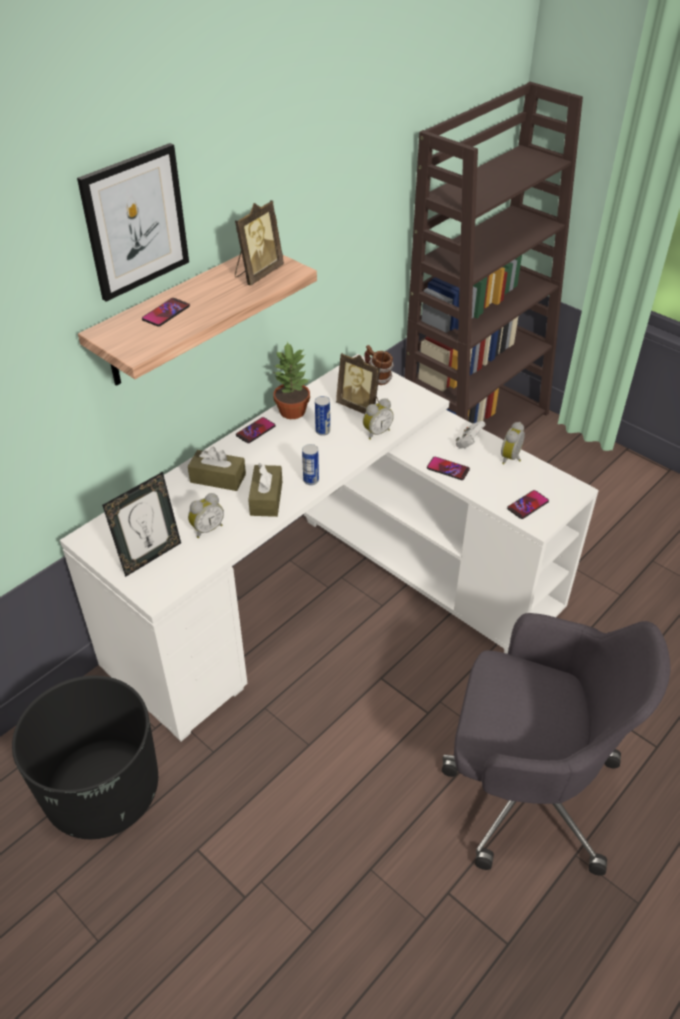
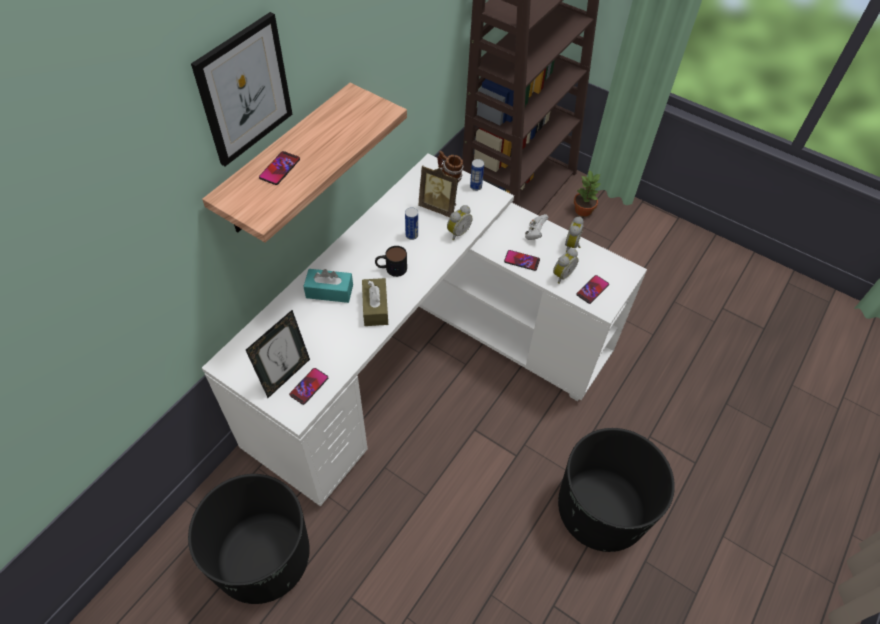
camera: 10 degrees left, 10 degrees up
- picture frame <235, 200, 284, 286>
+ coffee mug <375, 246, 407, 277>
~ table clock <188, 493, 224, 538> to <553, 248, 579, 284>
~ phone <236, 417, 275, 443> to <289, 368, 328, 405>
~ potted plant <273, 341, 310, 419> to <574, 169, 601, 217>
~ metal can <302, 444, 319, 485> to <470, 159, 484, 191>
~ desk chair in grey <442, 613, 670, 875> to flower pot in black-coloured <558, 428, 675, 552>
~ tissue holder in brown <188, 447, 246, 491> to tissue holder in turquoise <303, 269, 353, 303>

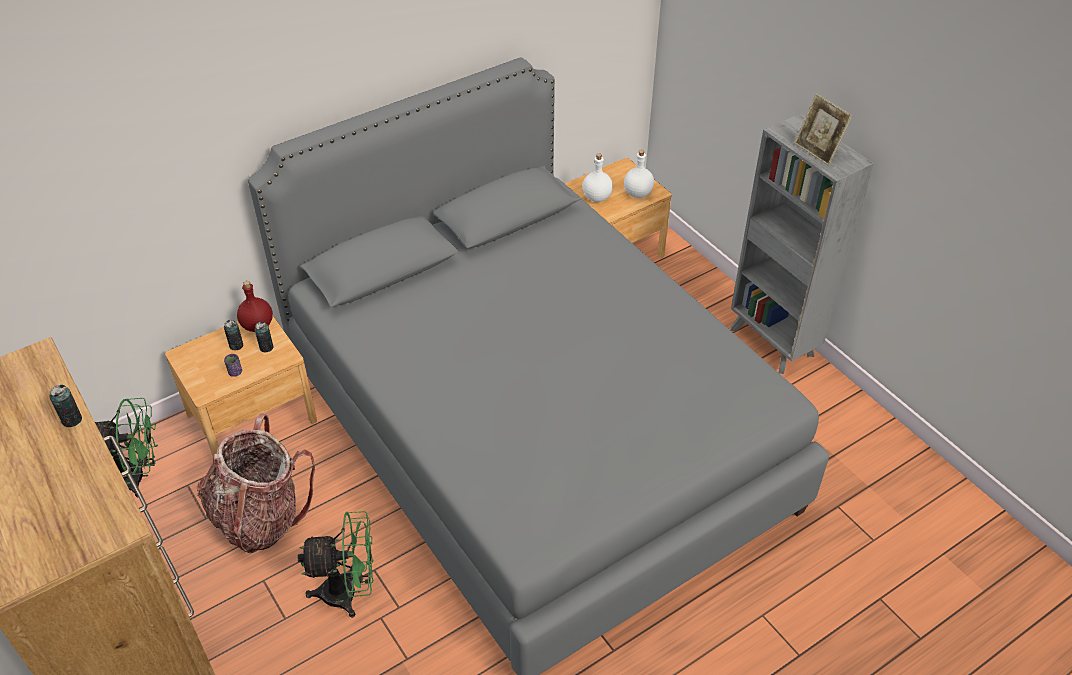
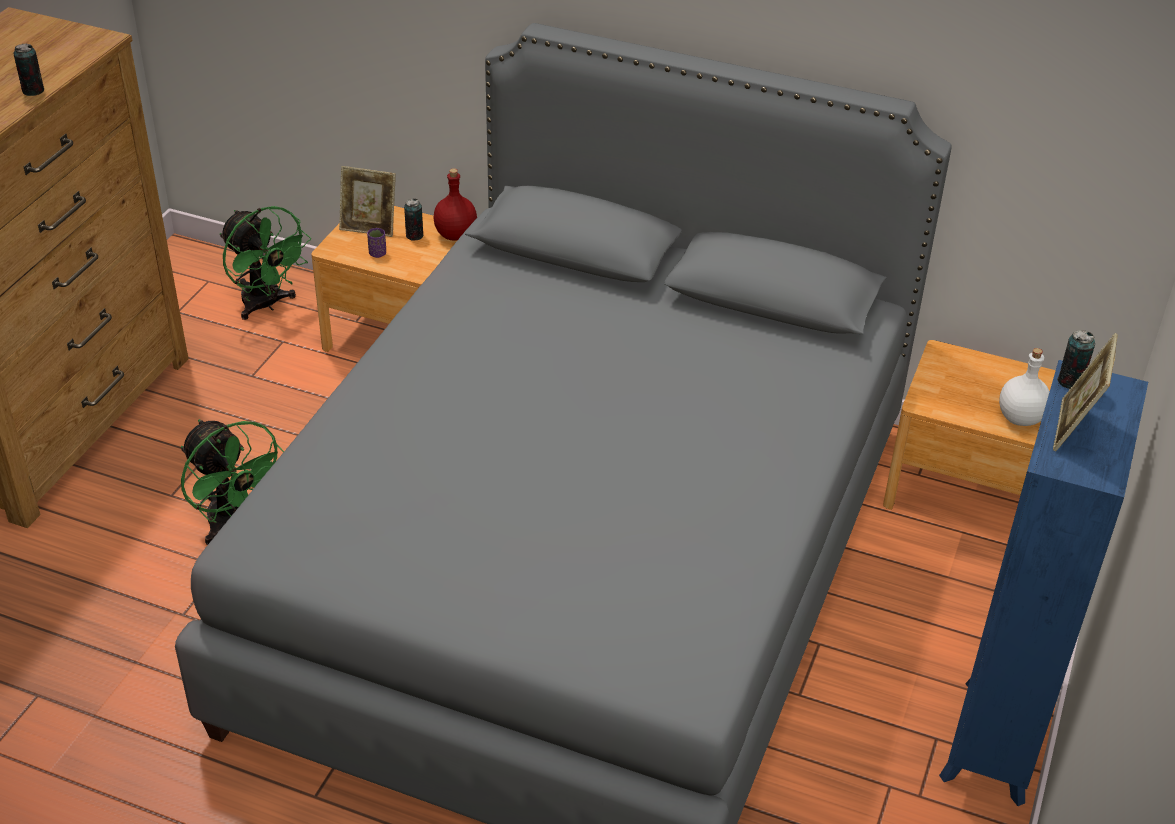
camera: 55 degrees right, 5 degrees down
- backpack <196, 413, 315, 553>
- drink bottle in white-coloured <582, 154, 613, 202>
+ picture frame <339, 166, 396, 237>
~ metal can <255, 322, 273, 353> to <1057, 330, 1095, 389>
~ shelving unit in grey <730, 114, 874, 374> to shelving unit in blue-coloured <939, 360, 1148, 806>

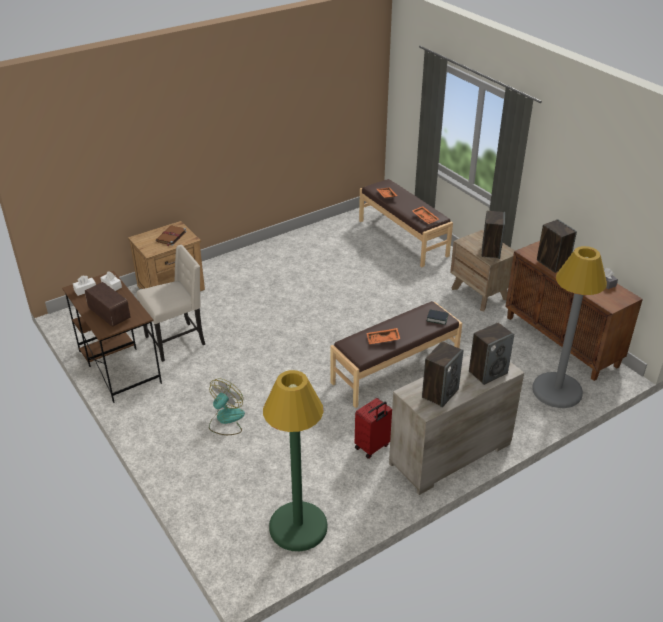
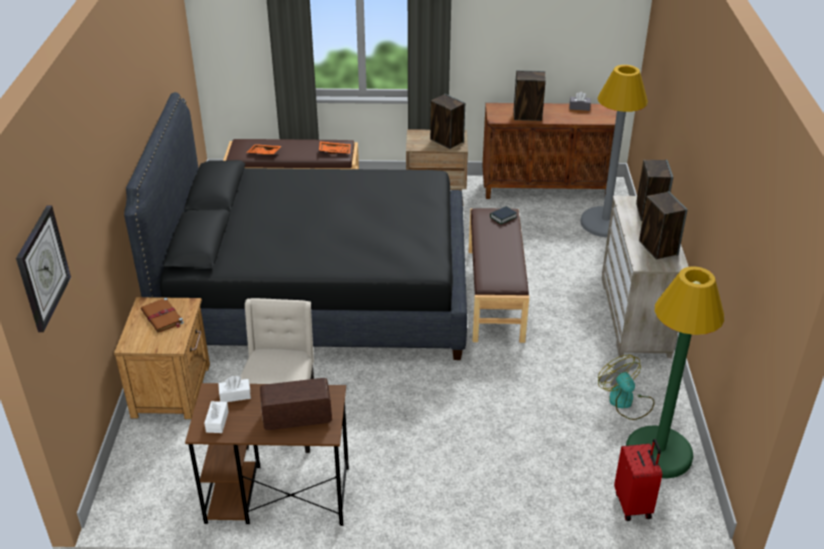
camera: 55 degrees left, 0 degrees up
- tray in orange <367, 328, 400, 344>
+ clock on the wall <16, 206, 71, 332>
+ sleeping bed in black-coloured <124, 92, 467, 360>
~ fan <209, 378, 245, 435> to <598, 355, 654, 420>
~ piece of luggage in red <355, 398, 392, 459> to <614, 439, 662, 521>

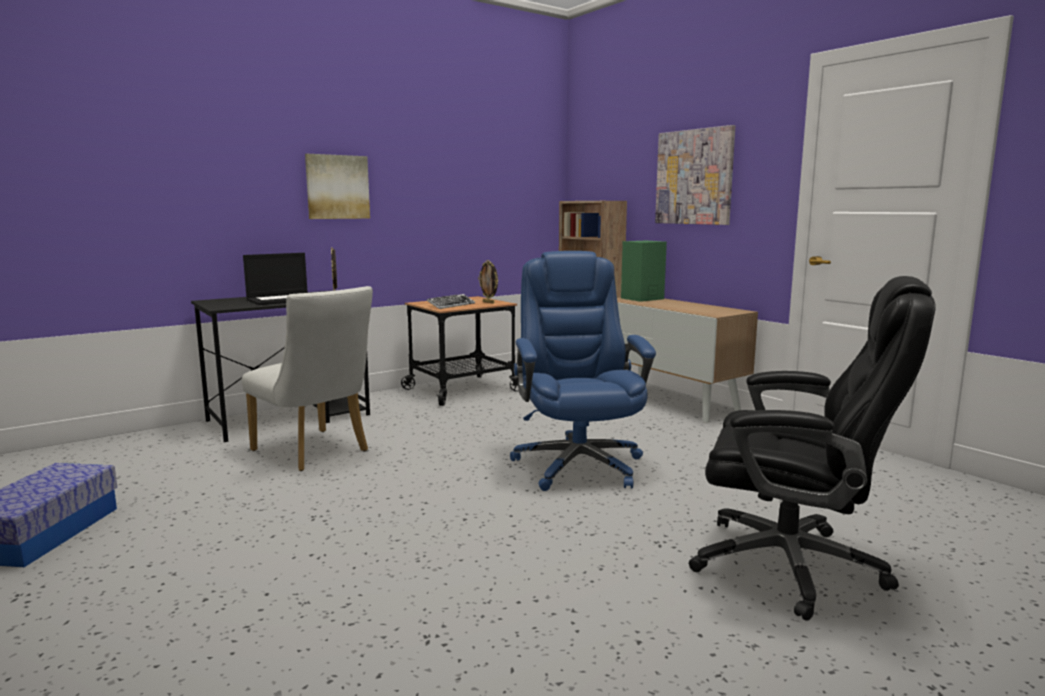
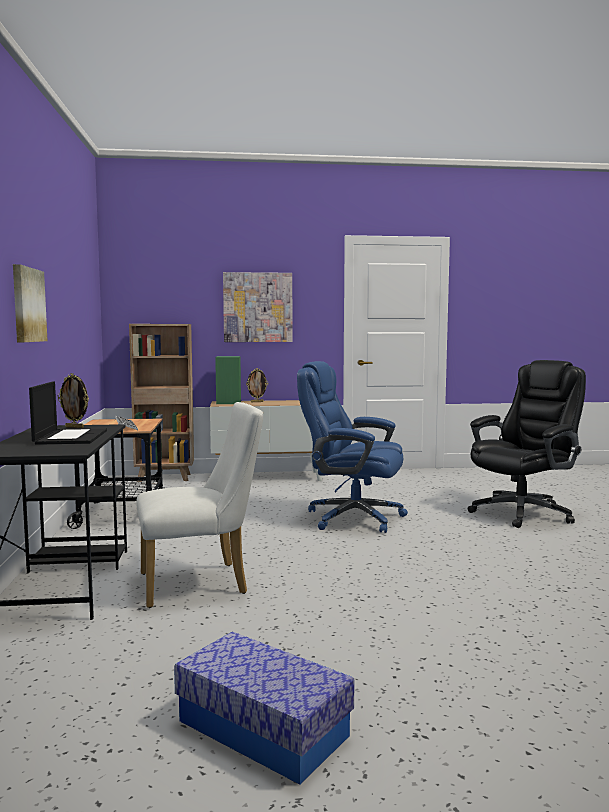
camera: 60 degrees left, 5 degrees down
~ picture frame <478, 260, 498, 304> to <246, 368, 268, 402>

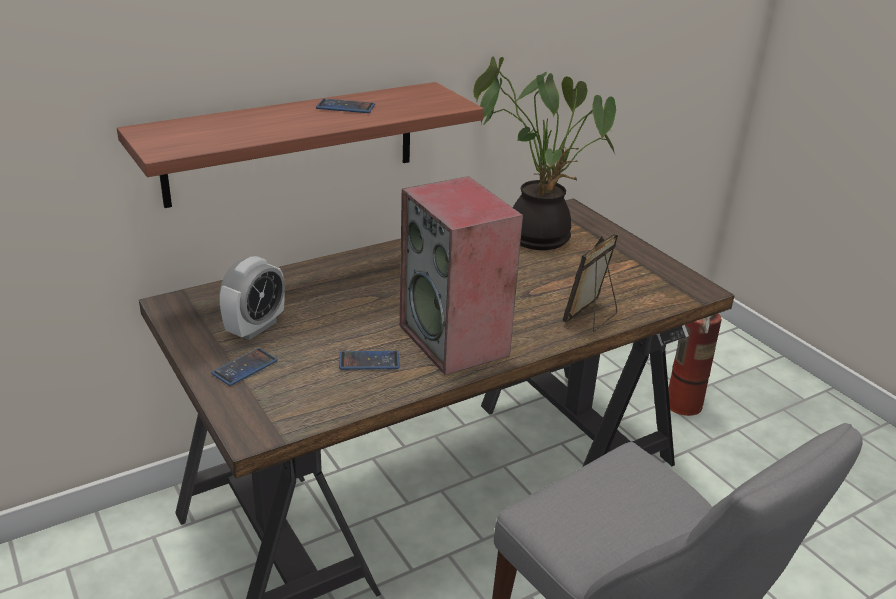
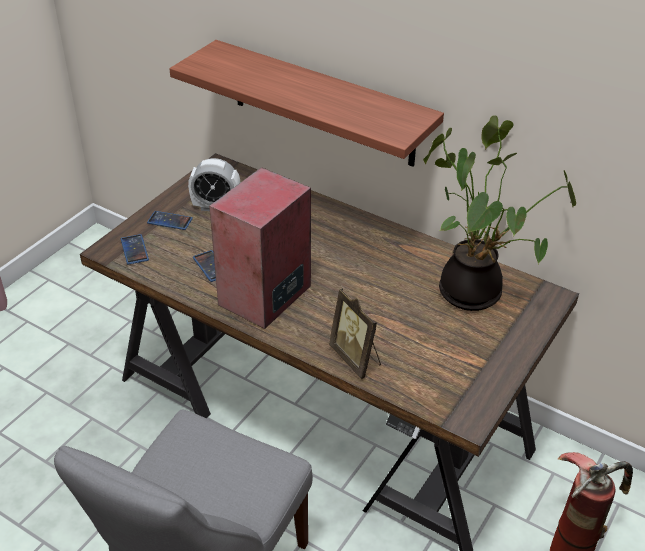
camera: 65 degrees right, 10 degrees up
~ phone <316, 98, 375, 113> to <121, 234, 149, 265>
~ picture frame <562, 233, 618, 332> = <329, 288, 381, 379> 135 degrees counterclockwise

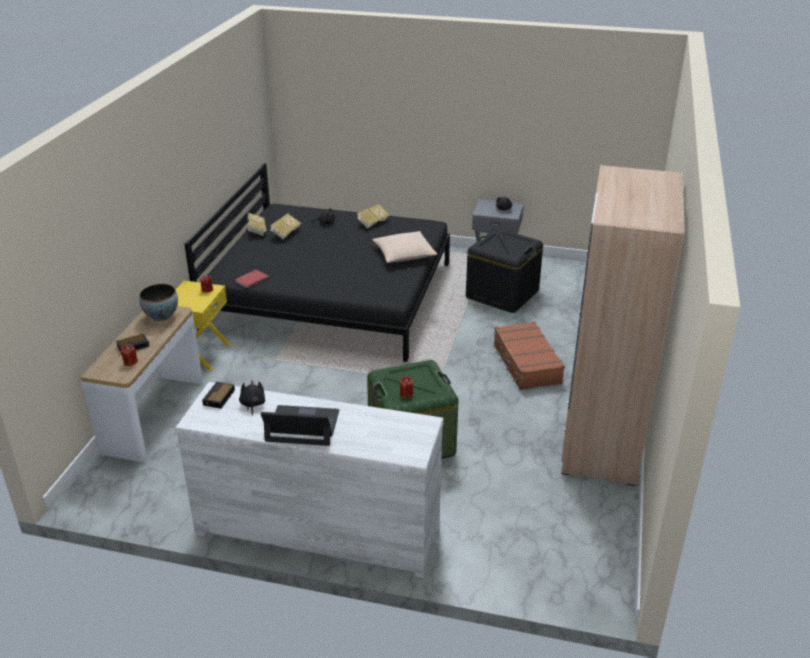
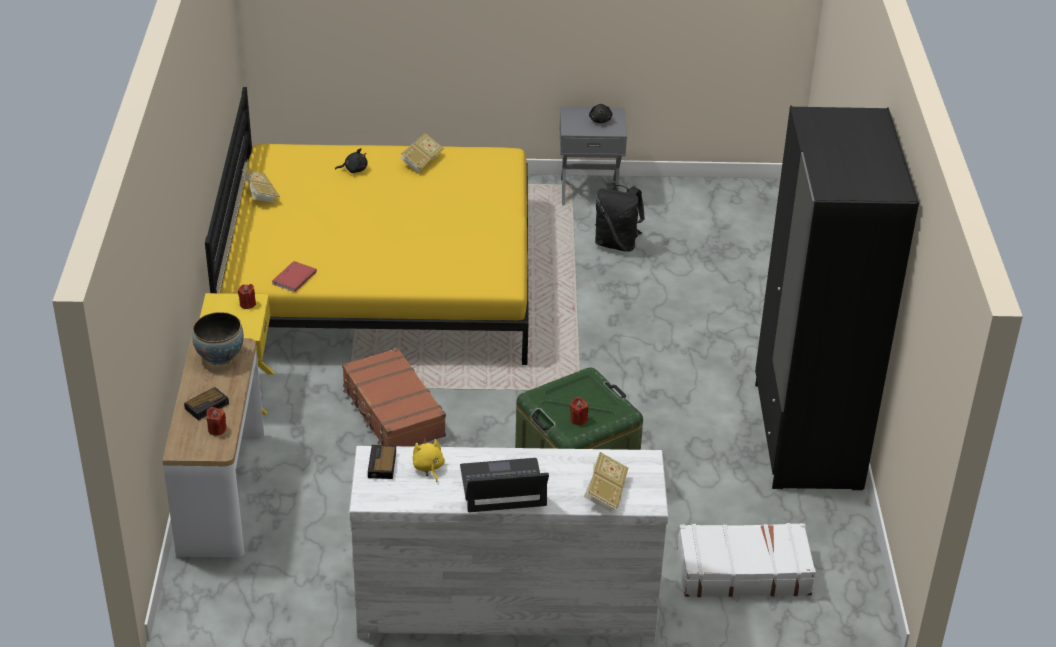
camera: 15 degrees left, 5 degrees up
- cushion in beige <372, 231, 437, 263>
+ piece of luggage in white-coloured <677, 523, 816, 597>
~ bound book <270, 214, 302, 239> to <584, 452, 628, 512>
~ piece of luggage in brown <493, 322, 565, 390> to <342, 348, 446, 447>
~ storage bin in black-coloured <466, 228, 543, 313> to backpack in black-coloured <595, 183, 645, 252>
~ sleeping bed in black-coloured <184, 163, 450, 362> to sleeping bed in yellowish <205, 87, 529, 365>
~ soft toy in black-coloured <239, 380, 265, 416> to soft toy in yellowish <413, 438, 445, 482>
~ armoire in beige <561, 164, 685, 486> to armoire in black-coloured <755, 106, 919, 490>

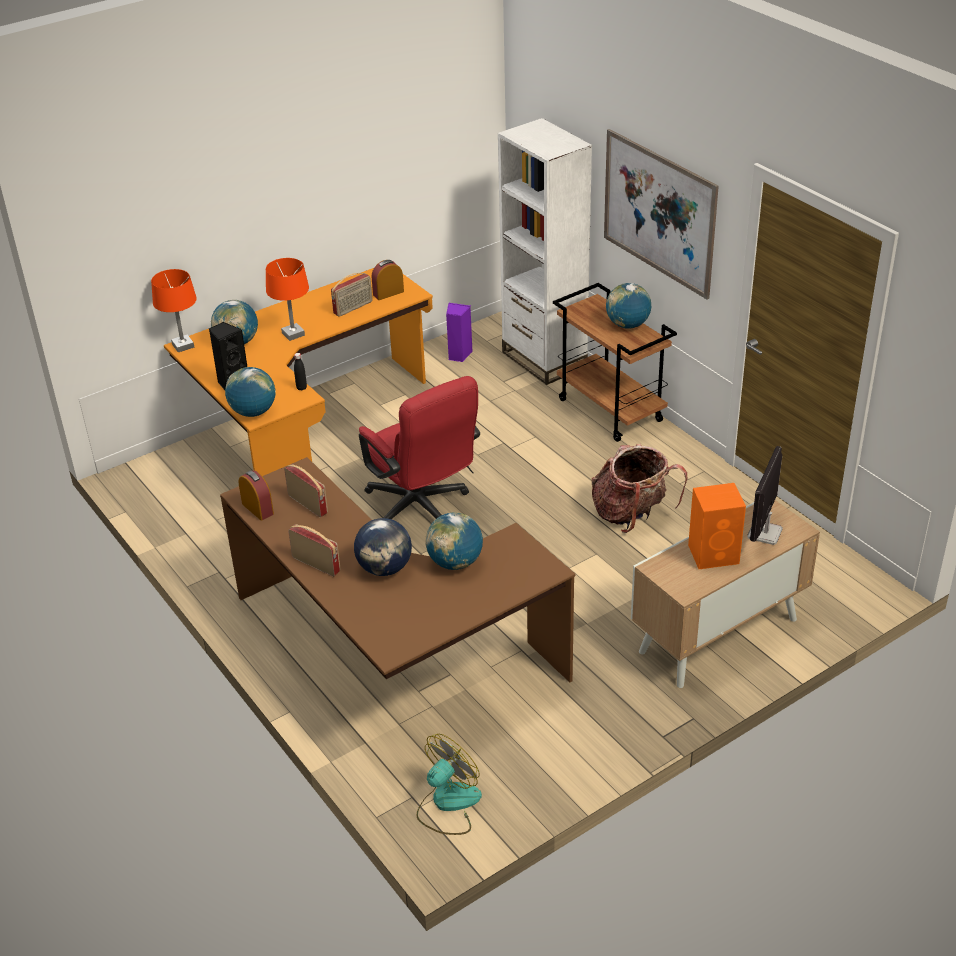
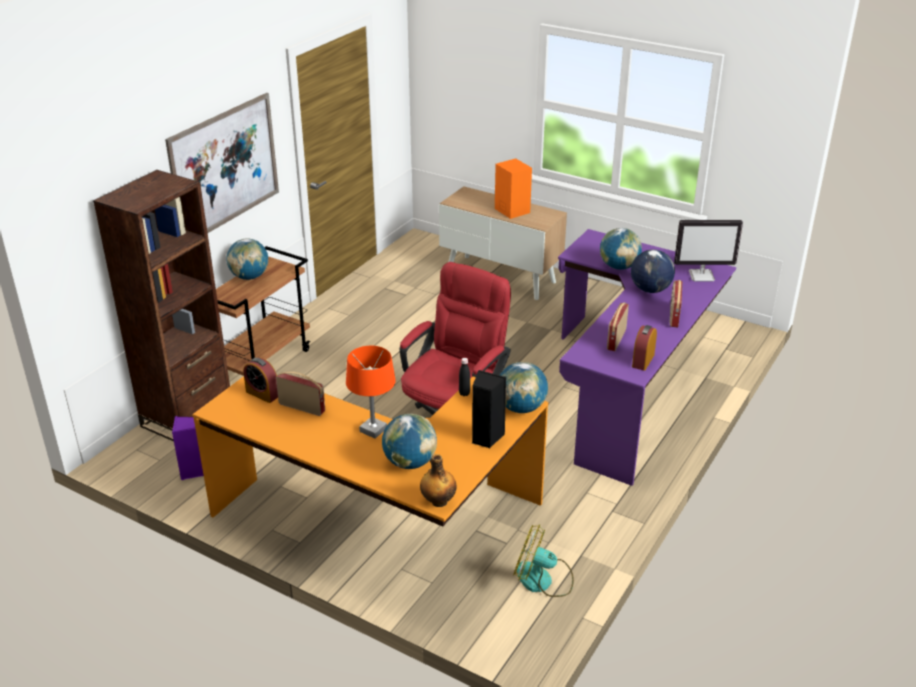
camera: 115 degrees left, 5 degrees down
- backpack <592, 444, 687, 533>
~ fan <416, 734, 482, 835> to <514, 524, 574, 597>
~ computer screen <747, 446, 783, 545> to <674, 220, 743, 282>
~ lamp for a table in orange <151, 269, 197, 352> to drink bottle <420, 454, 456, 507>
~ desk table in brown <220, 457, 575, 682> to desk table in purplish <558, 229, 736, 486>
~ shelving unit in white-coloured <498, 118, 592, 385> to shelving unit in brown <93, 170, 230, 441>

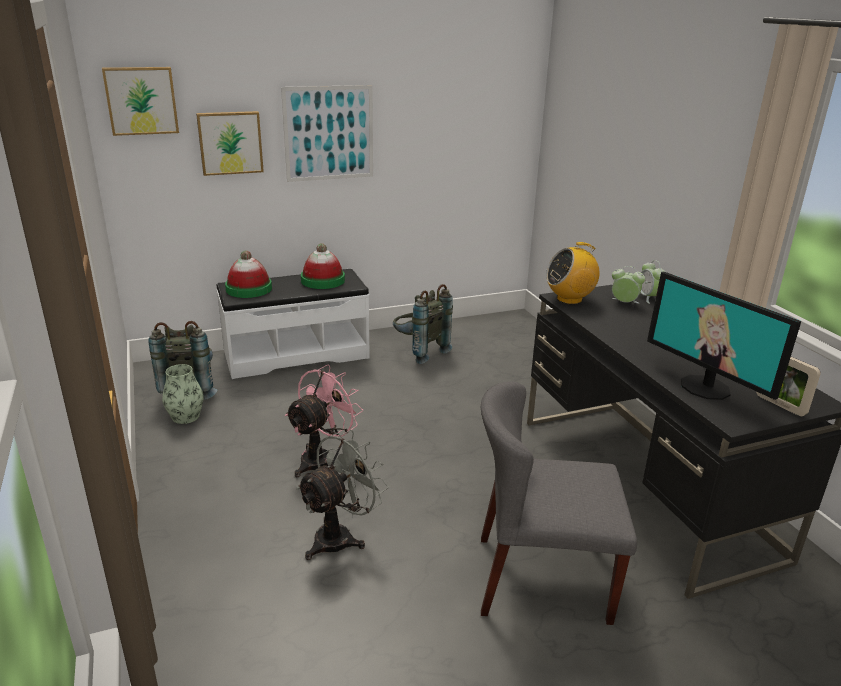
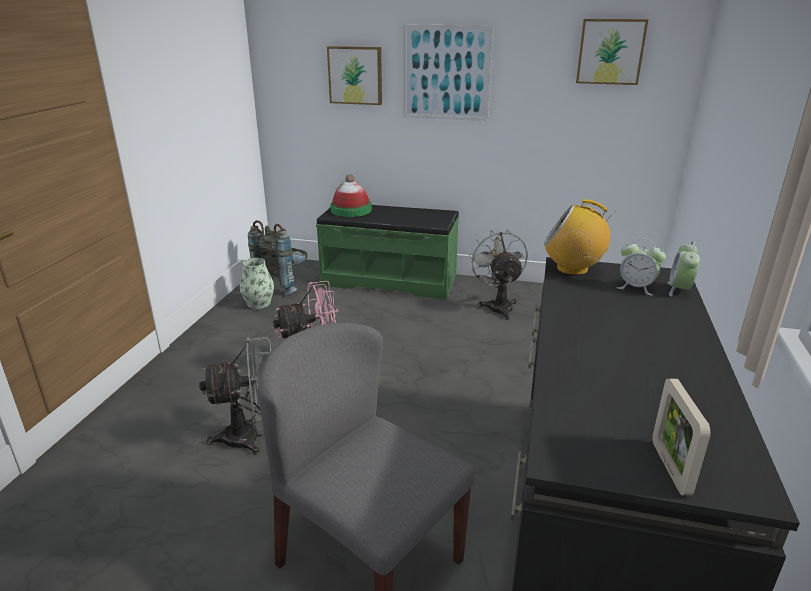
camera: 35 degrees right, 0 degrees up
- wearable hat <301, 243, 345, 289>
- computer screen <647, 272, 801, 400>
~ wall art <102, 67, 179, 136> to <576, 19, 648, 85>
~ backpack in grey <393, 284, 453, 364> to fan in grey <469, 230, 528, 320>
~ bench in white-coloured <216, 269, 370, 379> to bench in green-coloured <316, 205, 459, 300>
~ table clock <612, 266, 645, 304> = <616, 239, 666, 296> 150 degrees clockwise

